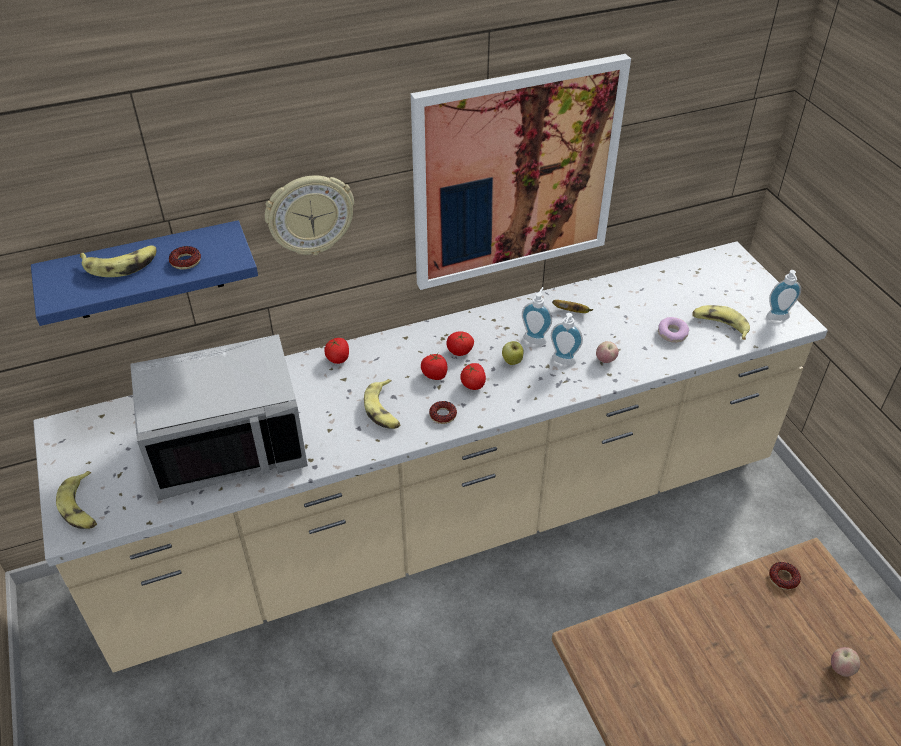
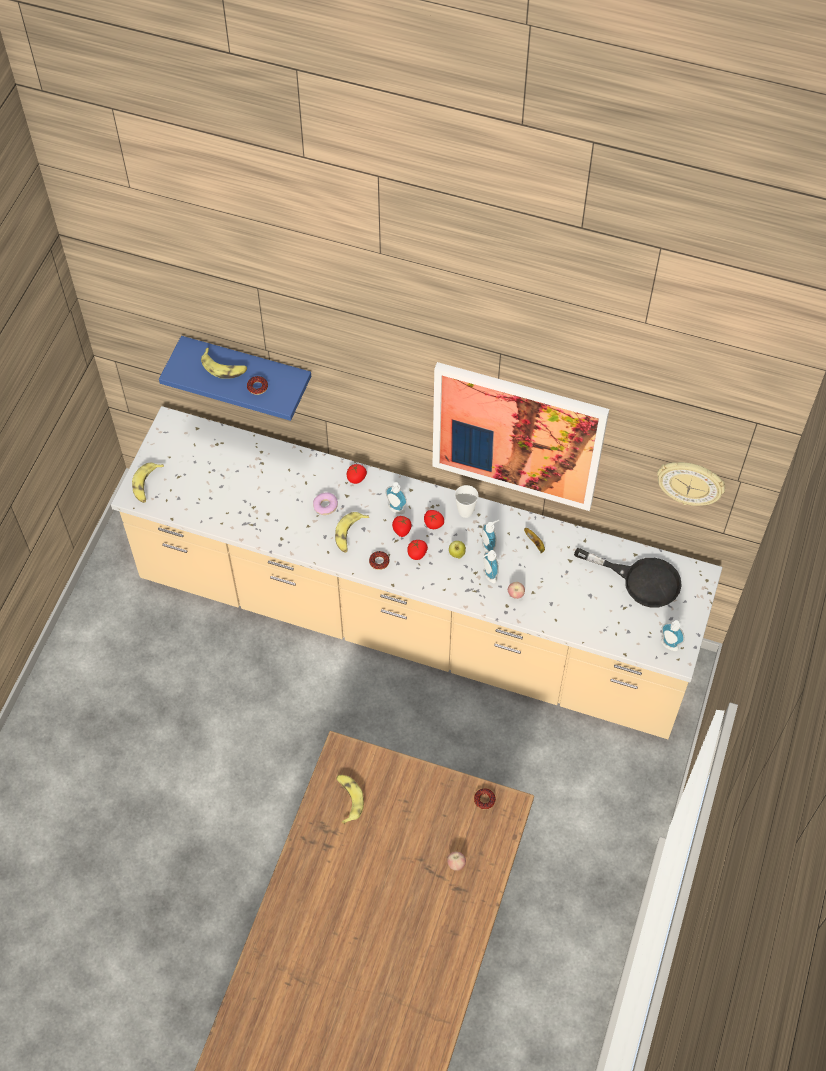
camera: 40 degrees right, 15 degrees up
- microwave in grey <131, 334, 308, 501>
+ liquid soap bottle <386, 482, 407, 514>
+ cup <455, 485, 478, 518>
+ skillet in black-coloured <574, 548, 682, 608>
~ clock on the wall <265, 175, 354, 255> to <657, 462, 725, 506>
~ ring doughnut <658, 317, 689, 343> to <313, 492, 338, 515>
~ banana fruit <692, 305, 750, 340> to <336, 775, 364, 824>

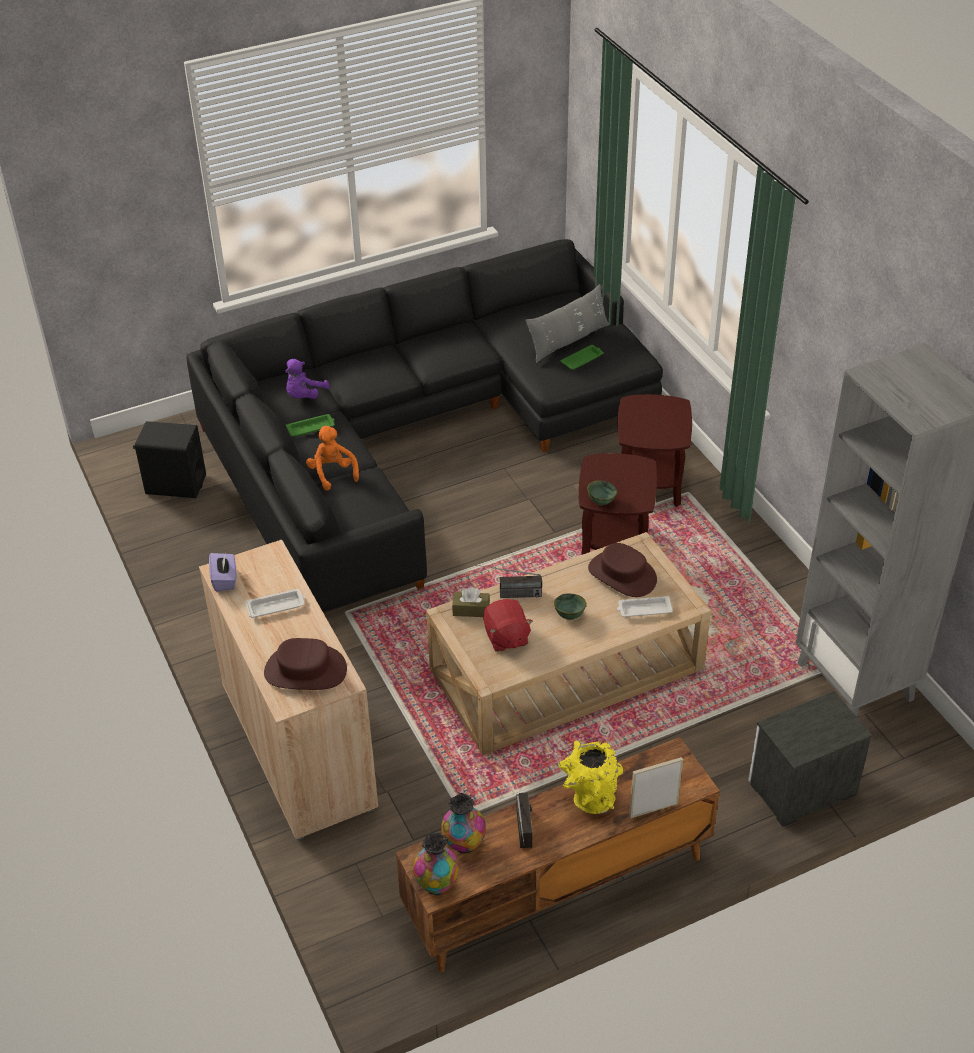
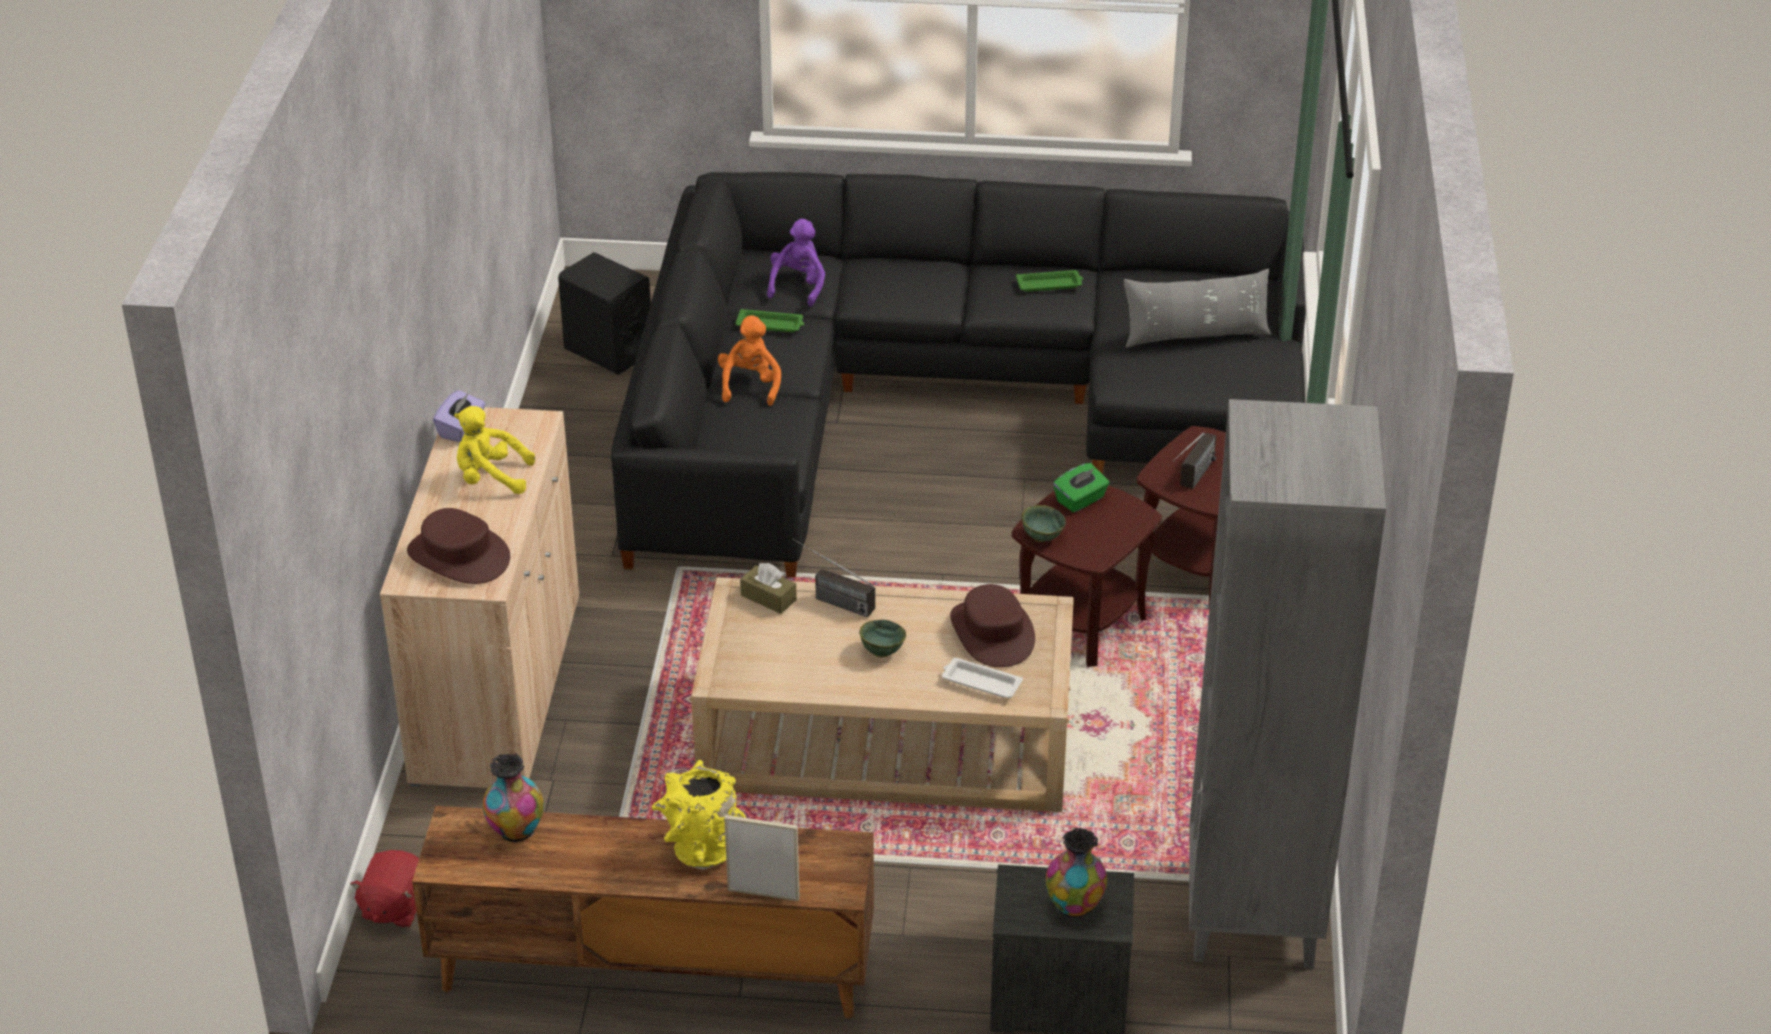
camera: 30 degrees right, 5 degrees down
+ tissue holder in green-coloured <1053, 463, 1110, 513>
~ flower vase <413, 832, 459, 896> to <1046, 828, 1107, 919>
~ soft toy in red <483, 599, 533, 652> to <350, 850, 419, 928>
~ radio <516, 792, 533, 848> to <1172, 433, 1217, 489>
~ tray in green-coloured <560, 345, 604, 370> to <1016, 270, 1083, 292>
~ tray in white-coloured <245, 589, 305, 618> to soft toy in yellowish <454, 406, 535, 494>
~ soft toy in purplish <285, 359, 330, 399> = <767, 219, 825, 306> 135 degrees clockwise

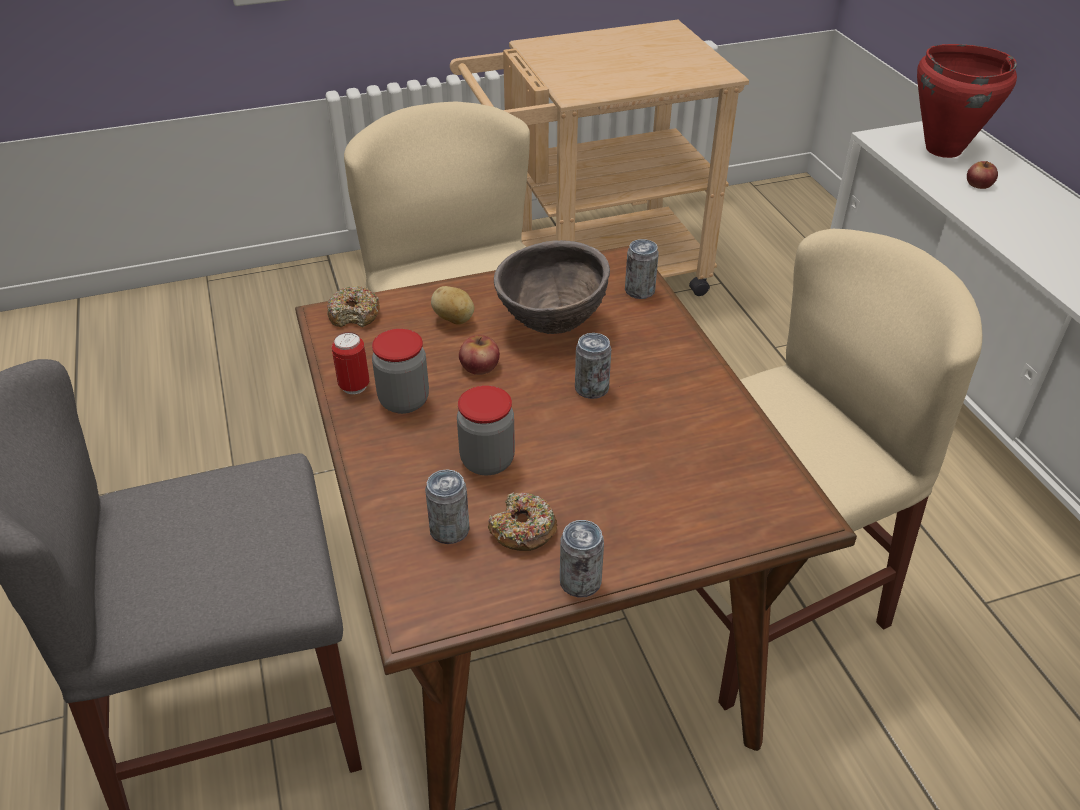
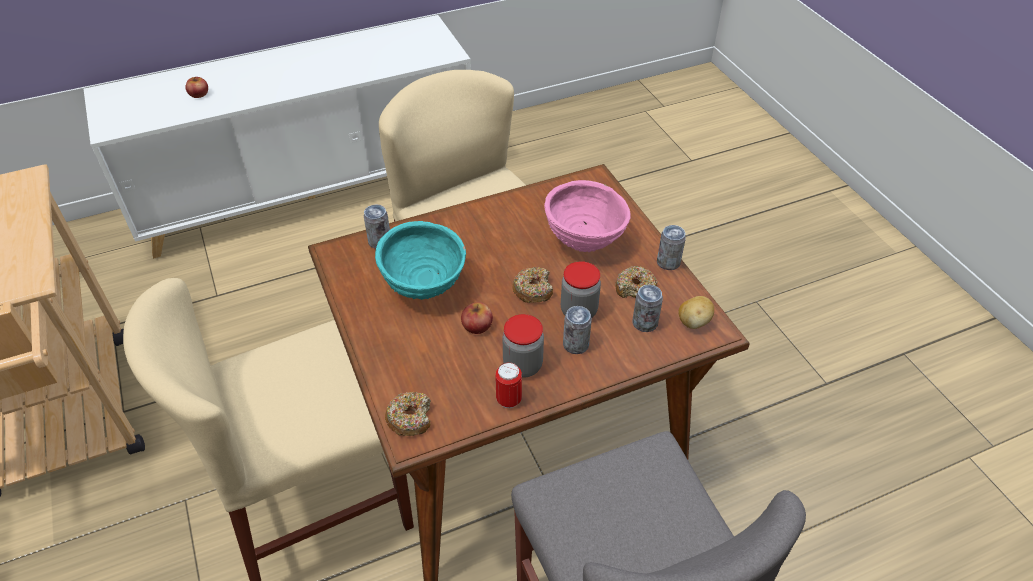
camera: 95 degrees left, 5 degrees up
- stockpot in red <917, 44, 1017, 158>
+ ring doughnut <512, 267, 553, 303>
+ deep dish in pinkish <544, 180, 631, 252>
~ potato <431, 286, 474, 325> to <678, 296, 714, 329>
~ metal can <575, 333, 611, 399> to <563, 306, 592, 354>
~ deep dish in brown <494, 240, 610, 334> to deep dish in turquoise <375, 221, 466, 300>

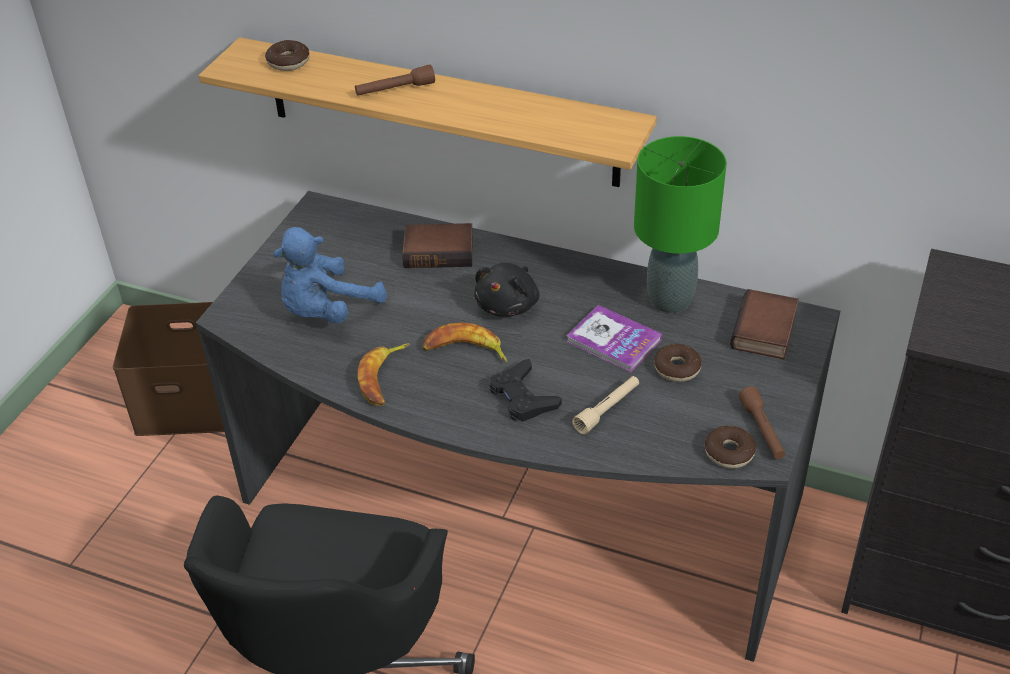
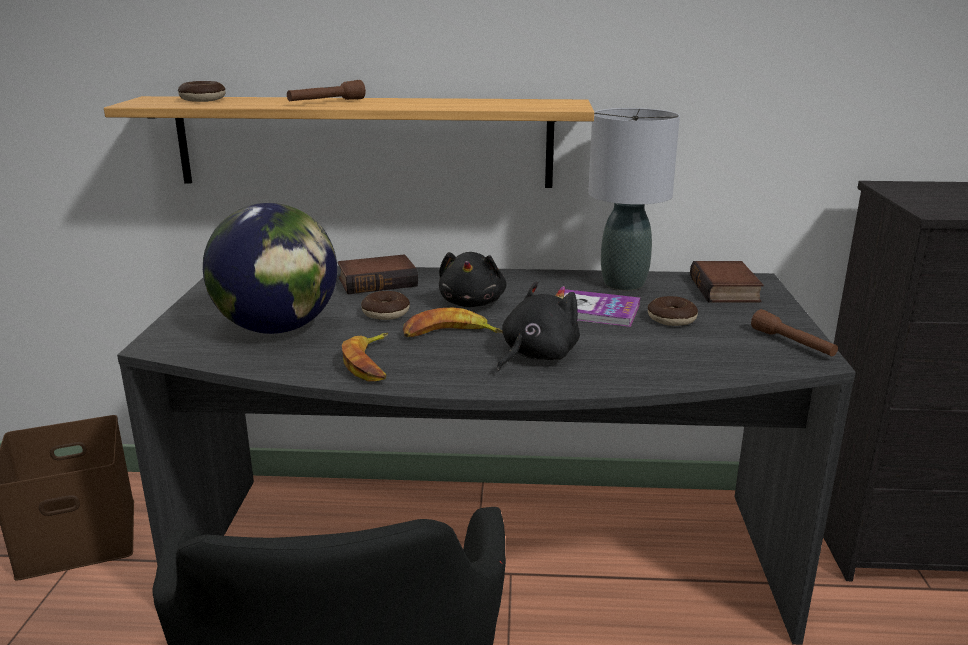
camera: 20 degrees left, 20 degrees down
- torch in beige <572, 376, 639, 434>
~ ring doughnut <705, 426, 756, 469> to <361, 291, 410, 320>
~ soft toy in blue-coloured <273, 227, 387, 323> to globe <203, 203, 337, 334>
~ game controller in black-coloured <489, 359, 562, 422> to soft toy in black-coloured <497, 282, 580, 371>
~ lamp for a table in green-coloured <634, 136, 727, 313> to lamp for a table in grey <588, 108, 680, 290>

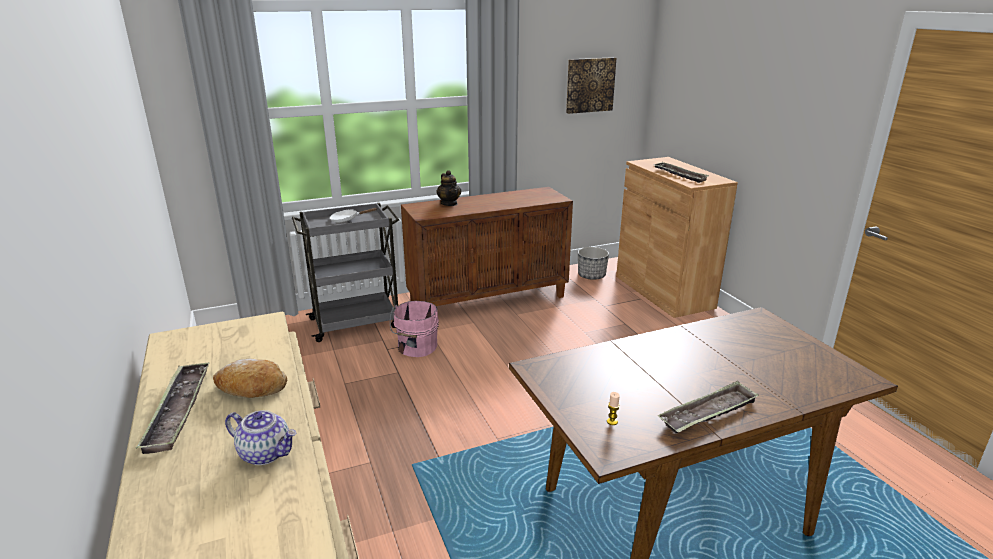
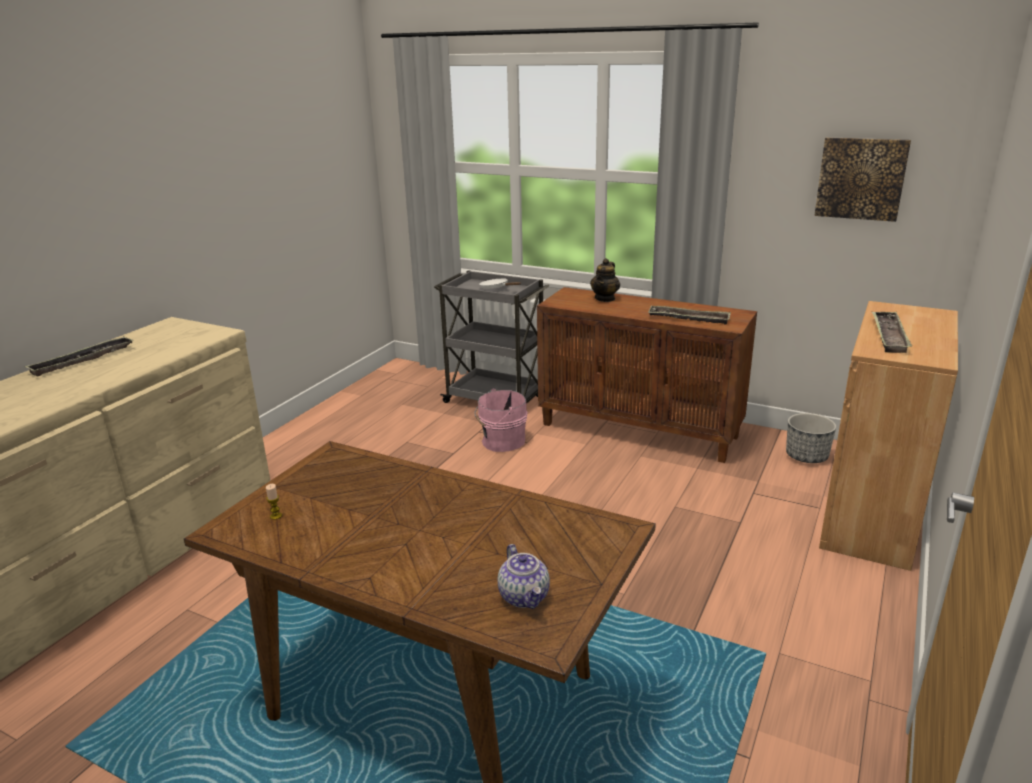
camera: 50 degrees right, 0 degrees up
- baked bread <213, 358, 287, 398>
~ tea pot <225, 410, 297, 465> to <497, 544, 550, 609>
~ tray <657, 381, 759, 433> to <648, 306, 731, 325>

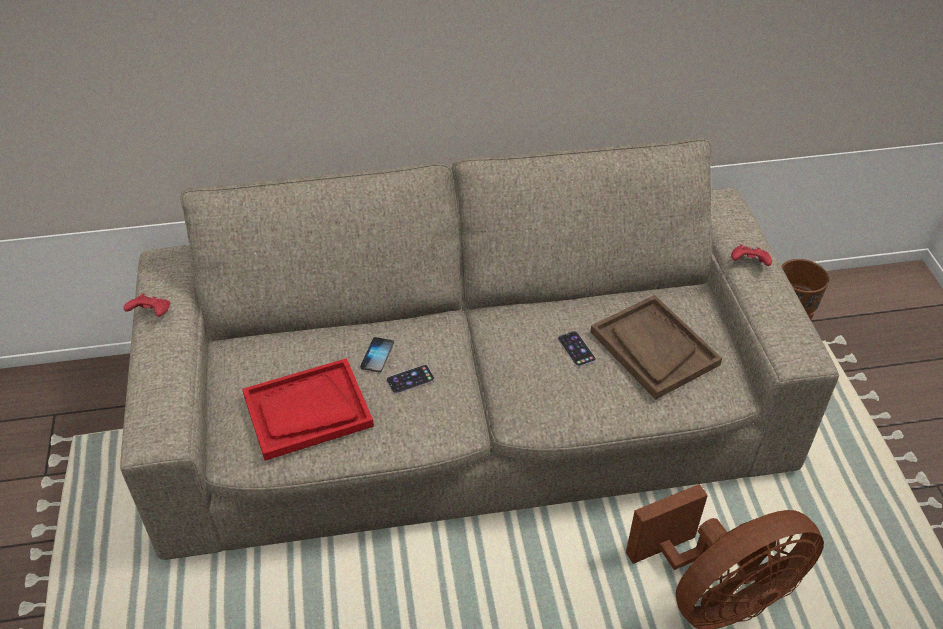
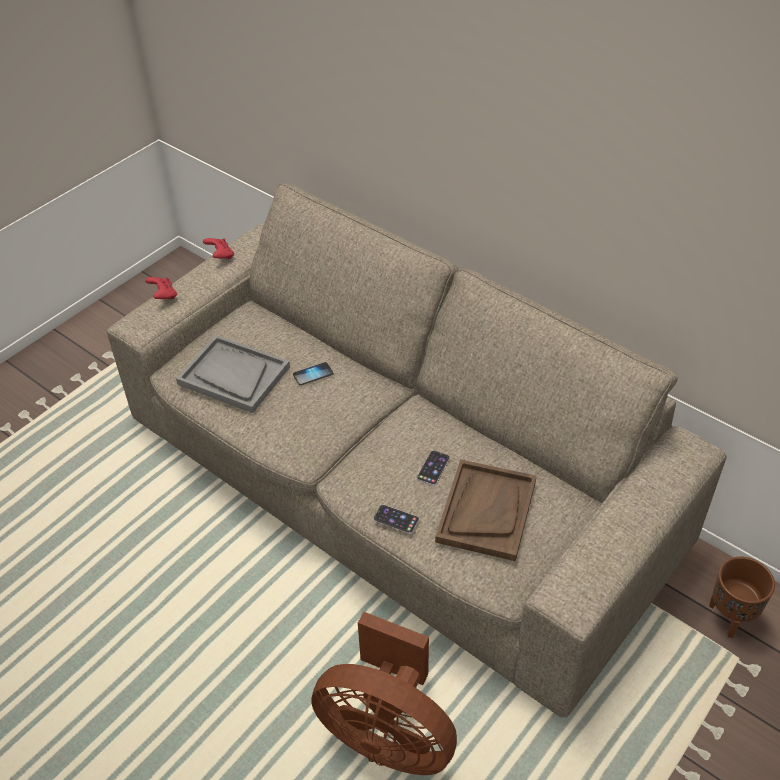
camera: 50 degrees right, 0 degrees up
~ phone <386, 365, 435, 394> to <373, 505, 419, 533>
~ game controller in red <731, 244, 772, 266> to <145, 277, 177, 300>
~ tray in red <242, 358, 374, 461> to tray in grey <176, 335, 290, 413>

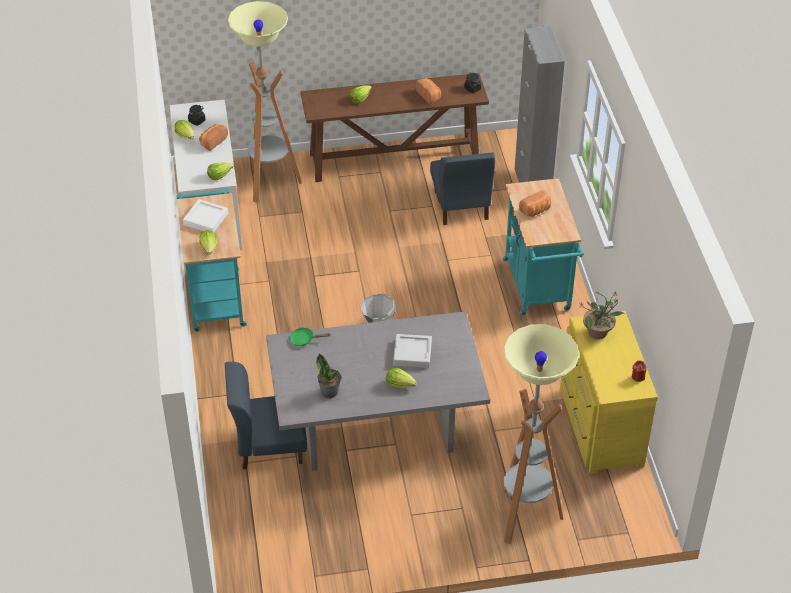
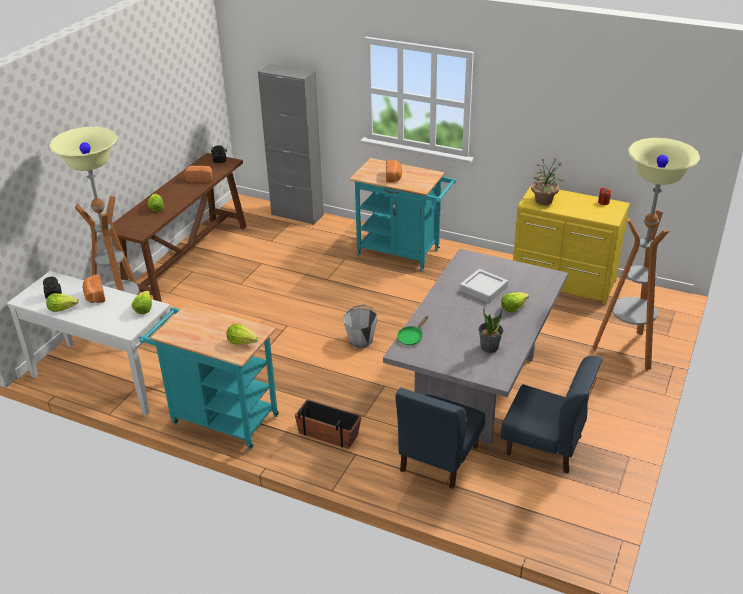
camera: 55 degrees left, 10 degrees down
- tray in white-coloured <183, 199, 228, 233>
+ flower pot <295, 399, 362, 449>
~ upright chair in blue-coloured <430, 152, 495, 225> to <501, 356, 603, 473>

